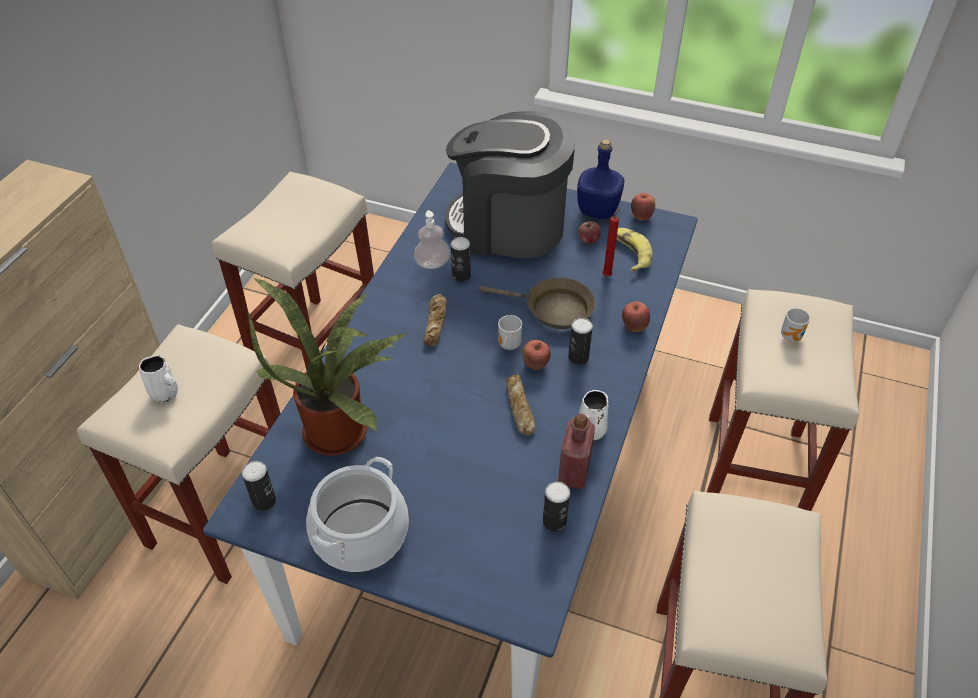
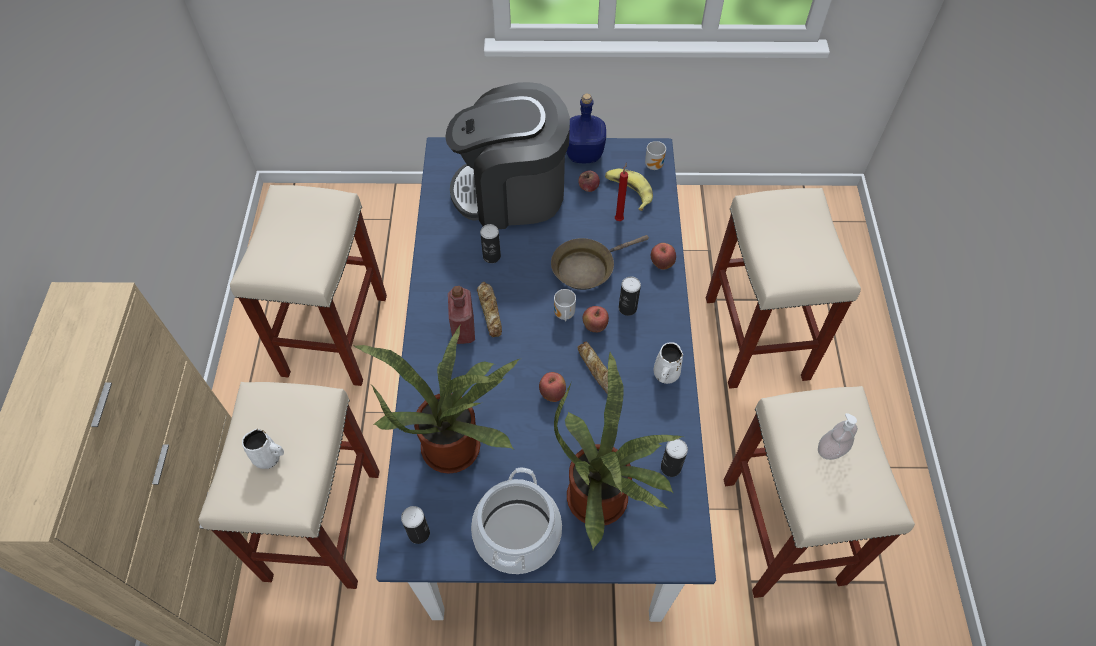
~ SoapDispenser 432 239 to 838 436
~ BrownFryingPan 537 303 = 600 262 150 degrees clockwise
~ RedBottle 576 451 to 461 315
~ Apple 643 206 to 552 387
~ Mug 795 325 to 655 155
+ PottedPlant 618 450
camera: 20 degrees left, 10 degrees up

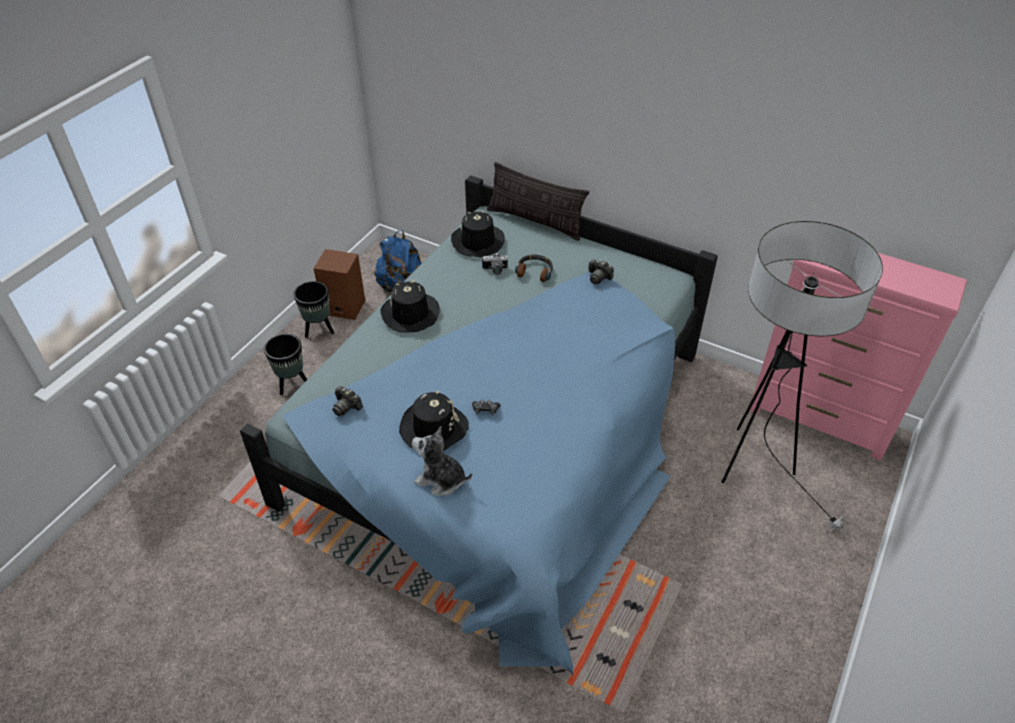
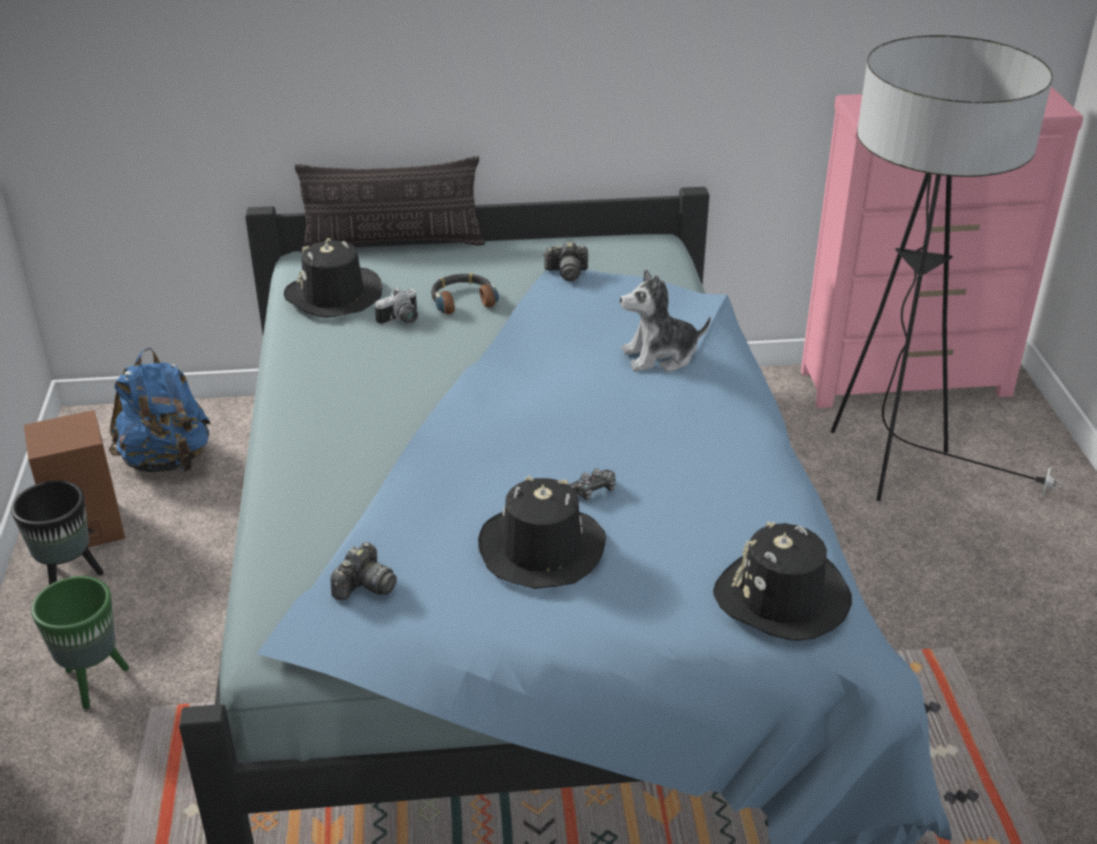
~ BlackPlanter 285 364 to GreenPlanter 80 642
~ PhotoCamera 347 401 = 363 571 60 degrees counterclockwise
~ BlackHat 410 306 to 782 581
~ PlushToy 442 461 to 665 320
camera: 35 degrees left, 10 degrees down

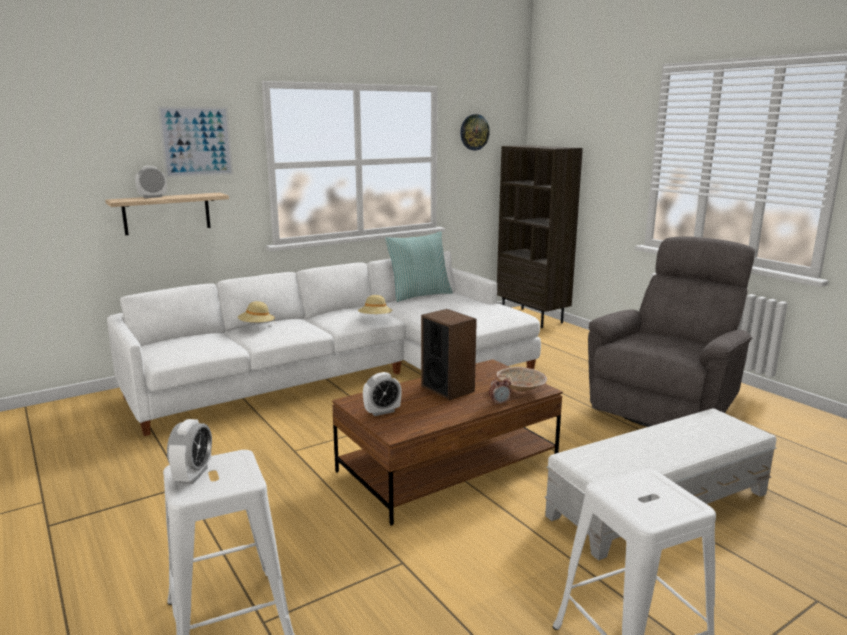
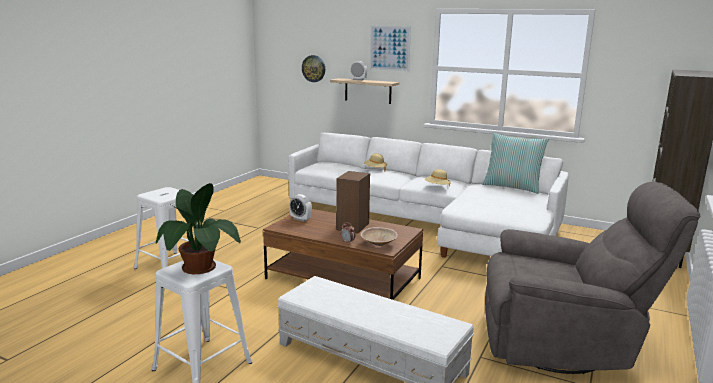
- AlarmClock 189 451
~ WallClock 475 132 to 313 68
+ PottedPlant 198 228
camera: 60 degrees right, 0 degrees up

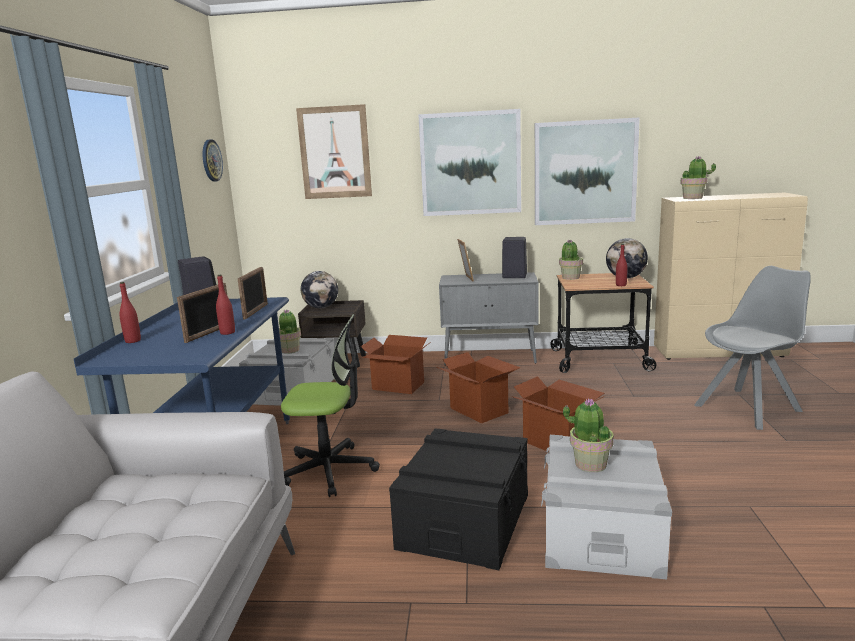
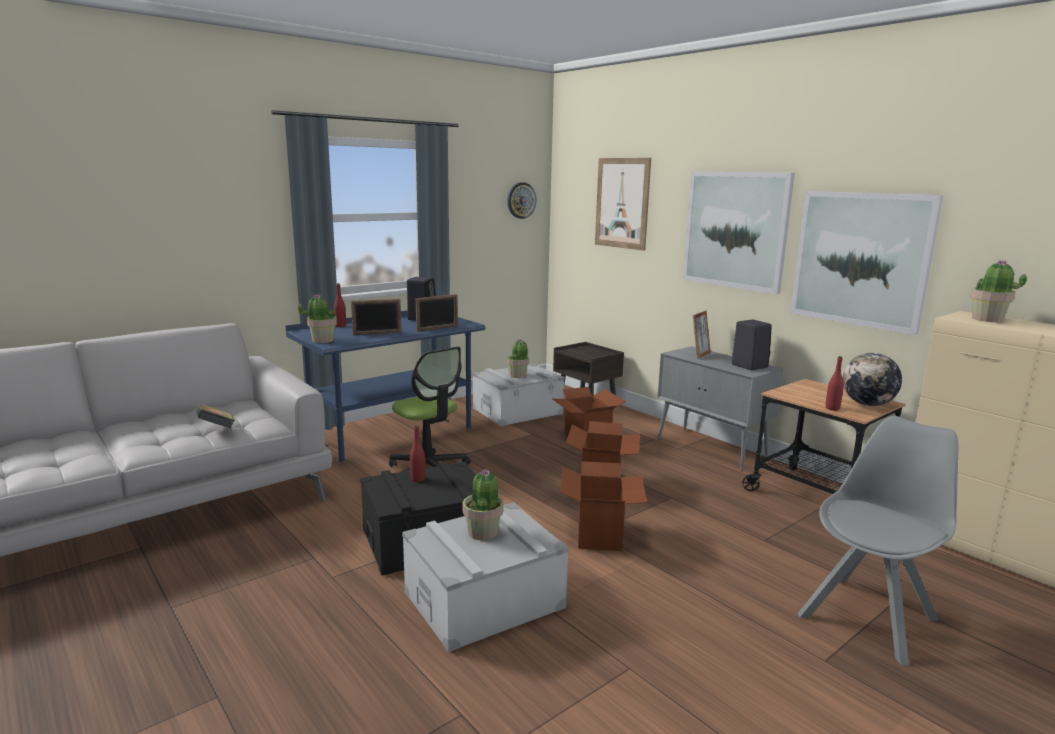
~ RedBottle 225 305 to 417 453
- Globe 319 289
~ PottedPlant 571 259 to 317 318
~ GreyChair 753 348 = 878 540 60 degrees counterclockwise
+ Book 215 416
camera: 45 degrees right, 0 degrees up

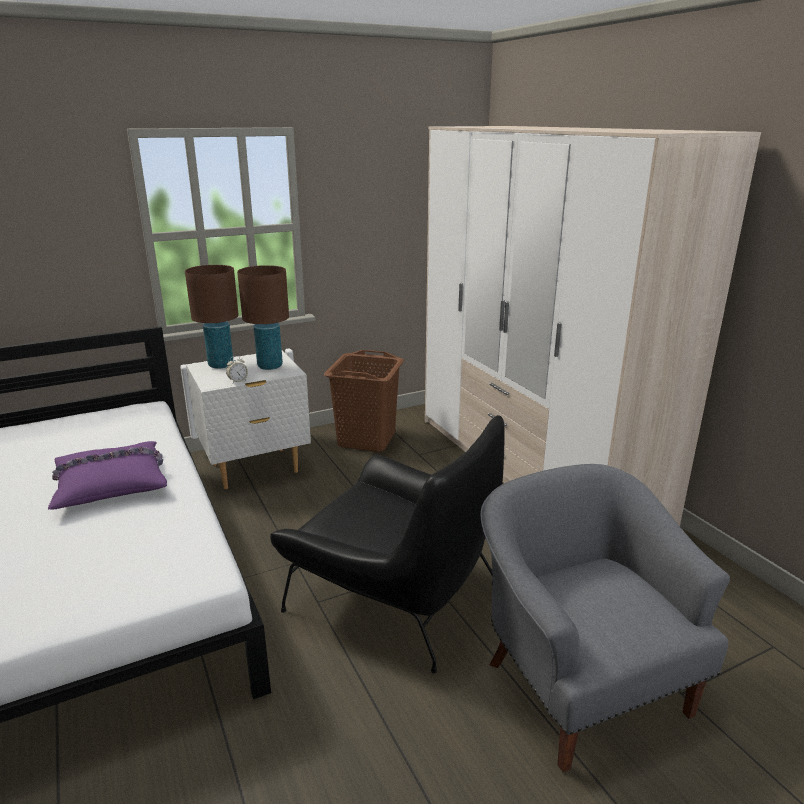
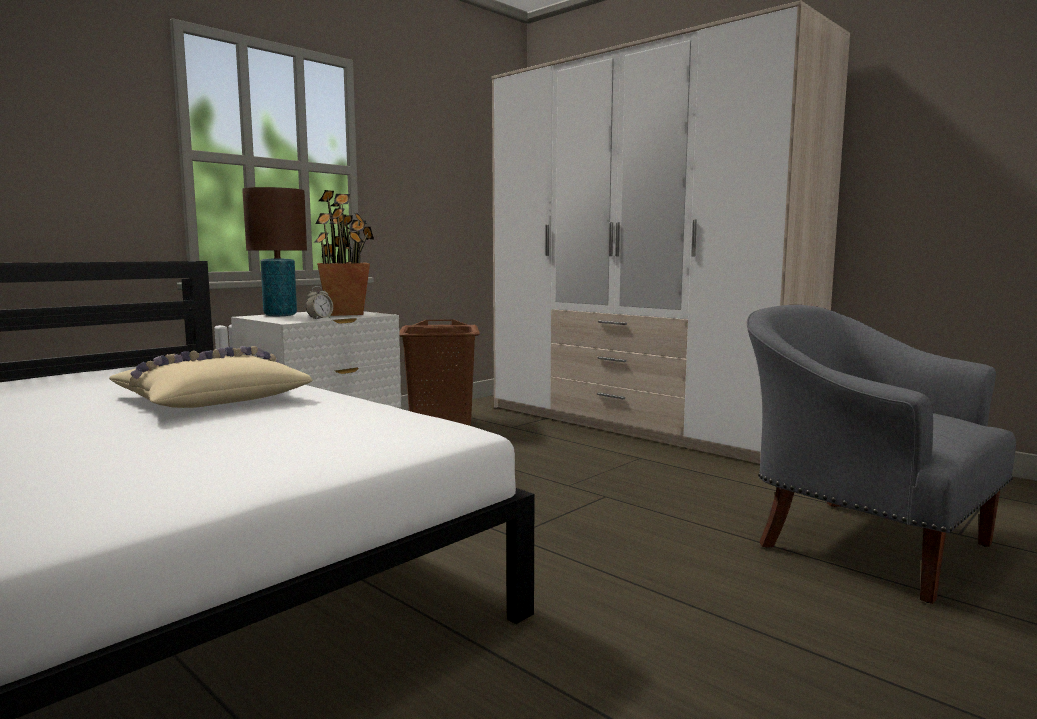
~ PurplePillow 107 475 to BeigePillow 211 377
~ BrownTableLamp 263 317 to PottedPlant 344 253
- BlackArmchair 387 544
camera: 20 degrees left, 15 degrees down

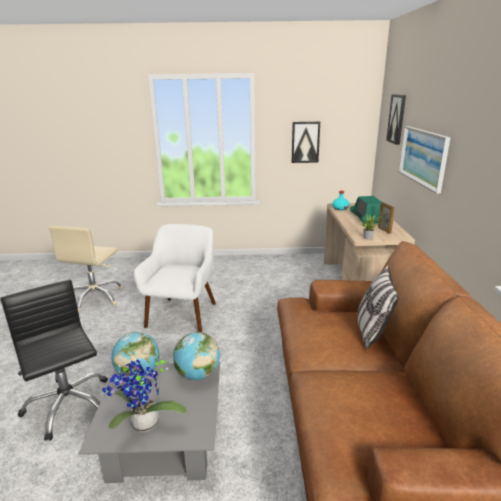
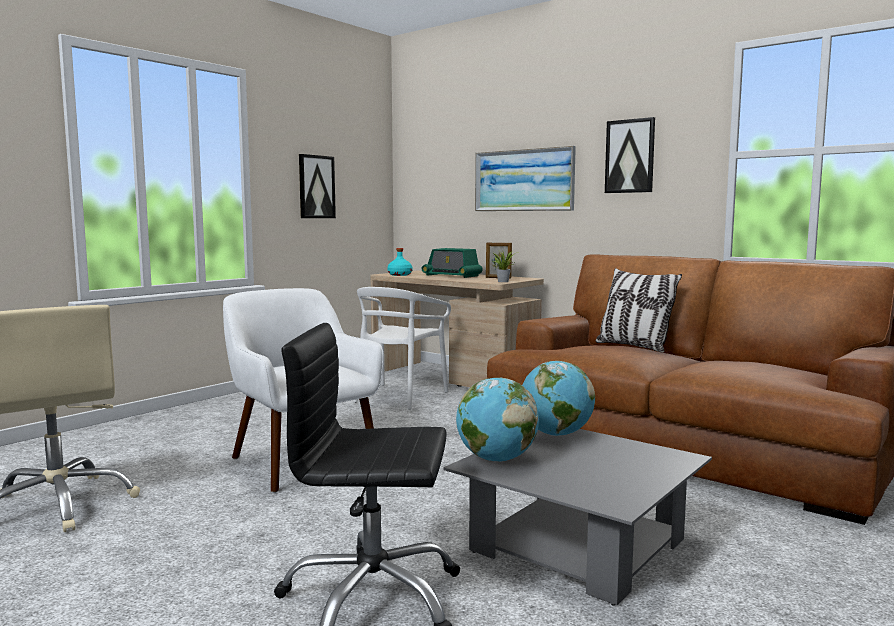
- PottedPlant 144 395
~ Picture 396 119 to 630 155
+ WhiteChair 402 348
camera: 50 degrees left, 15 degrees down

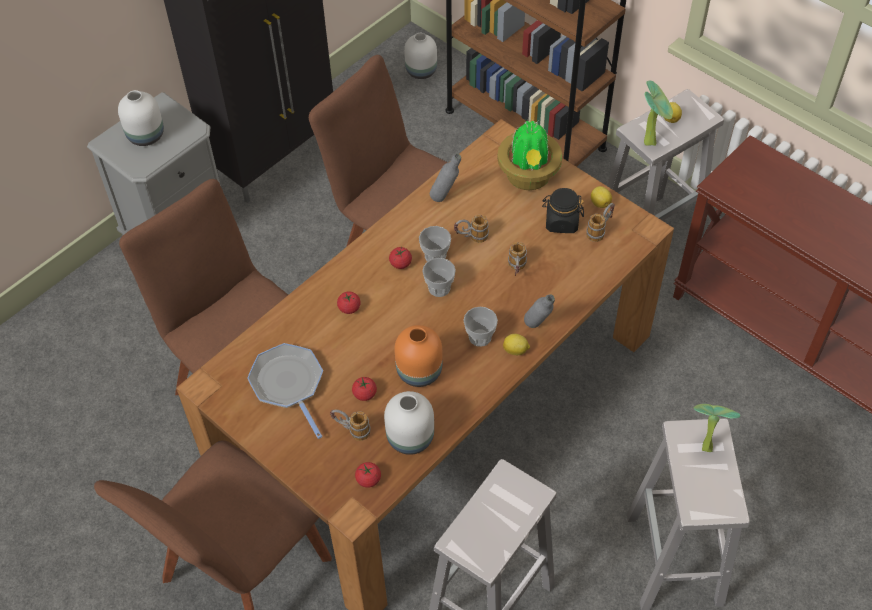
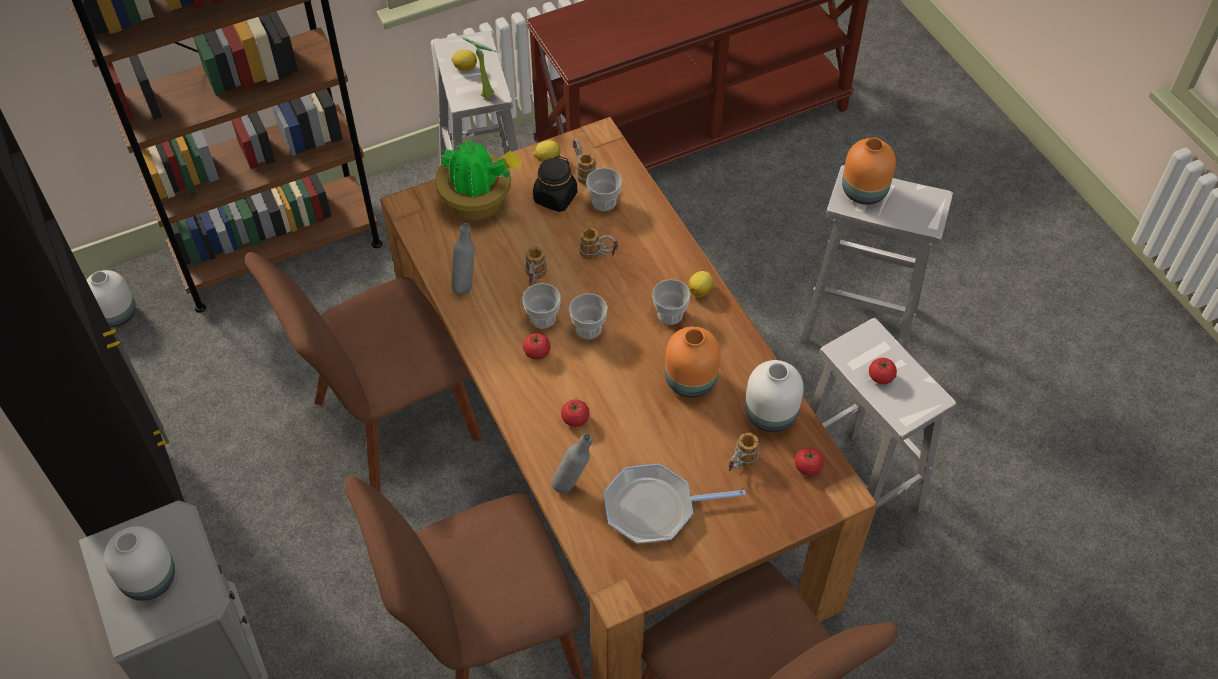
~ Tomato 364 389 to 883 371
~ GreyBottle 539 311 to 572 464
~ PottedPlant 717 428 to OrangeVase 869 171
+ Cup 604 189
camera: 70 degrees left, 0 degrees up

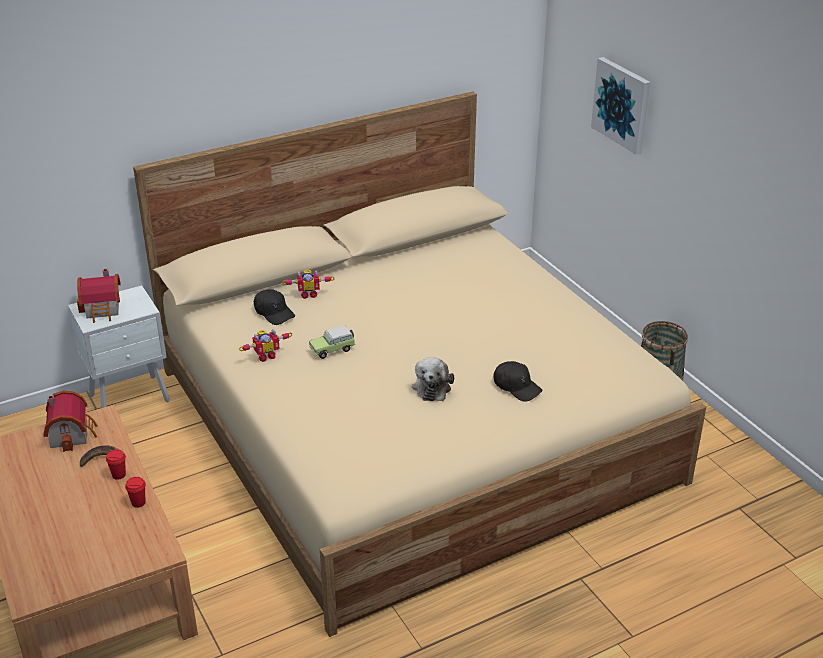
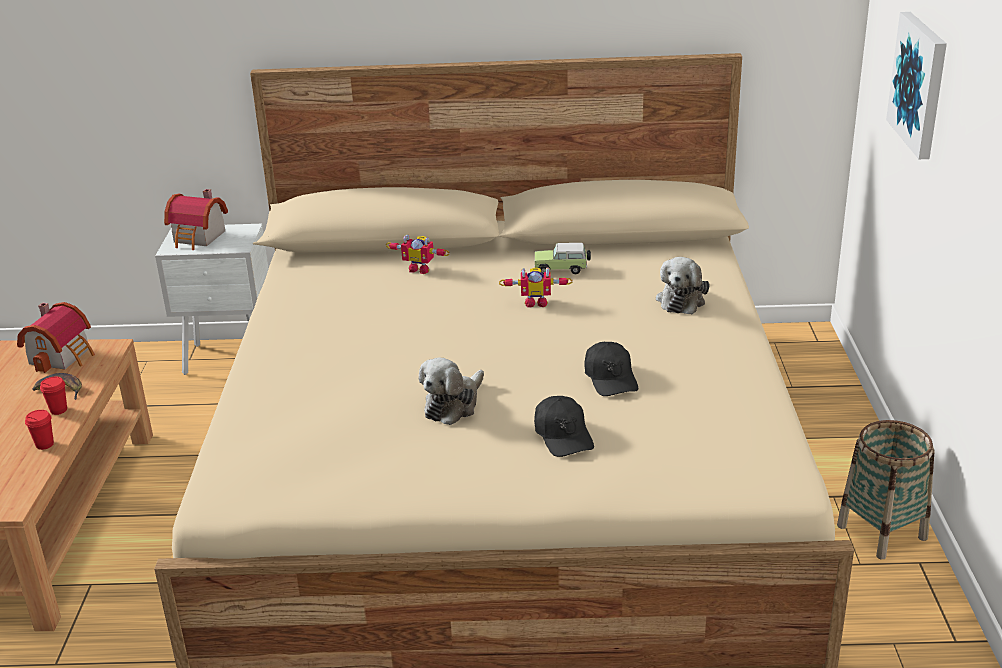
~ ToyRobot 265 345 to 536 287
~ BlackCap 274 307 to 611 369
~ ToyCar 332 342 to 563 258
+ PlushToy 683 285
camera: 30 degrees right, 5 degrees down

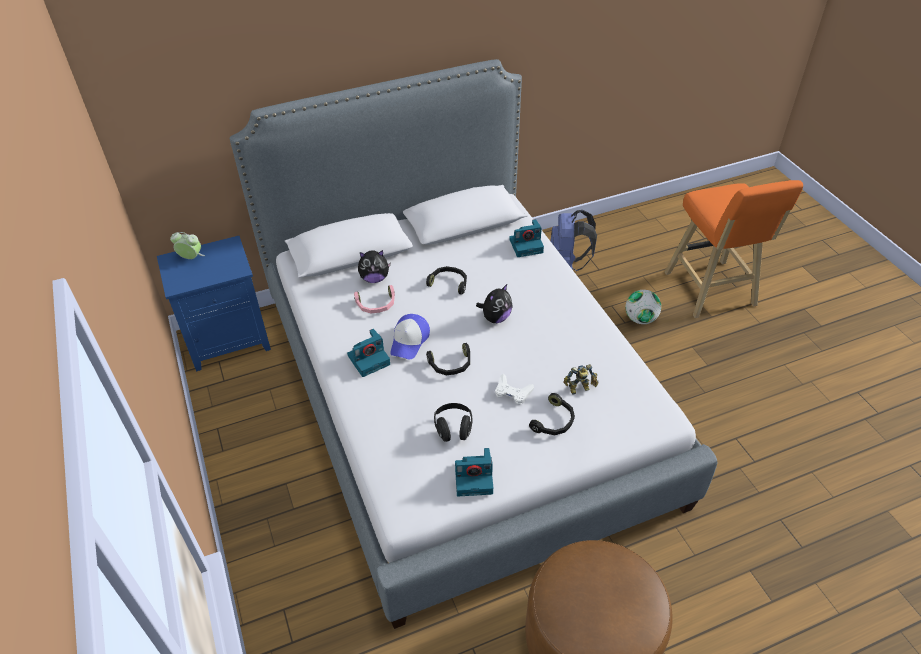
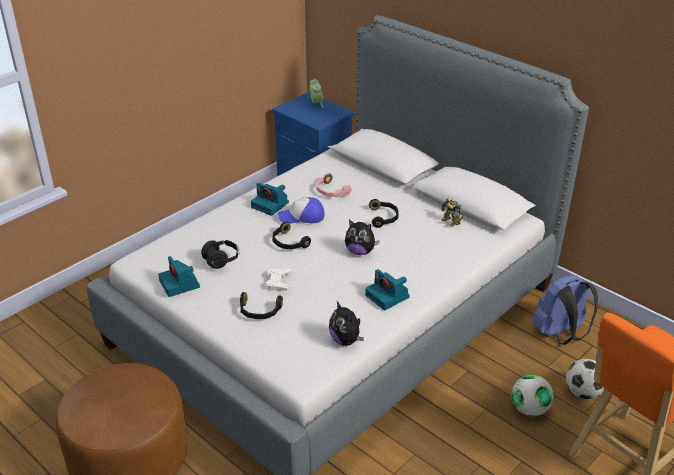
~ PlushToy 374 266 to 346 323
~ PhotoCamera 526 238 to 387 289
~ ToyRobot 581 379 to 452 211
+ Football 585 379
camera: 65 degrees right, 10 degrees down

